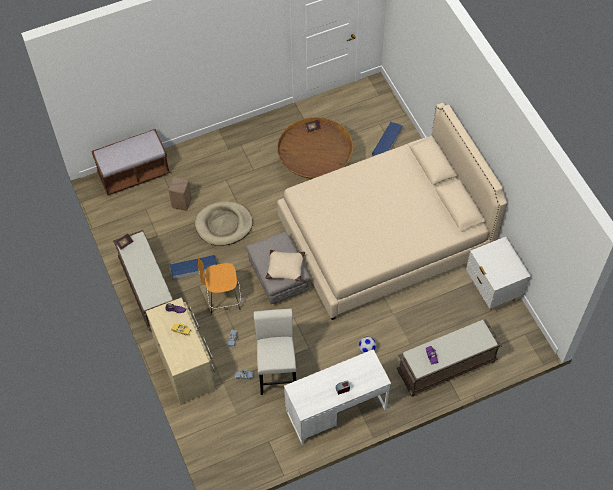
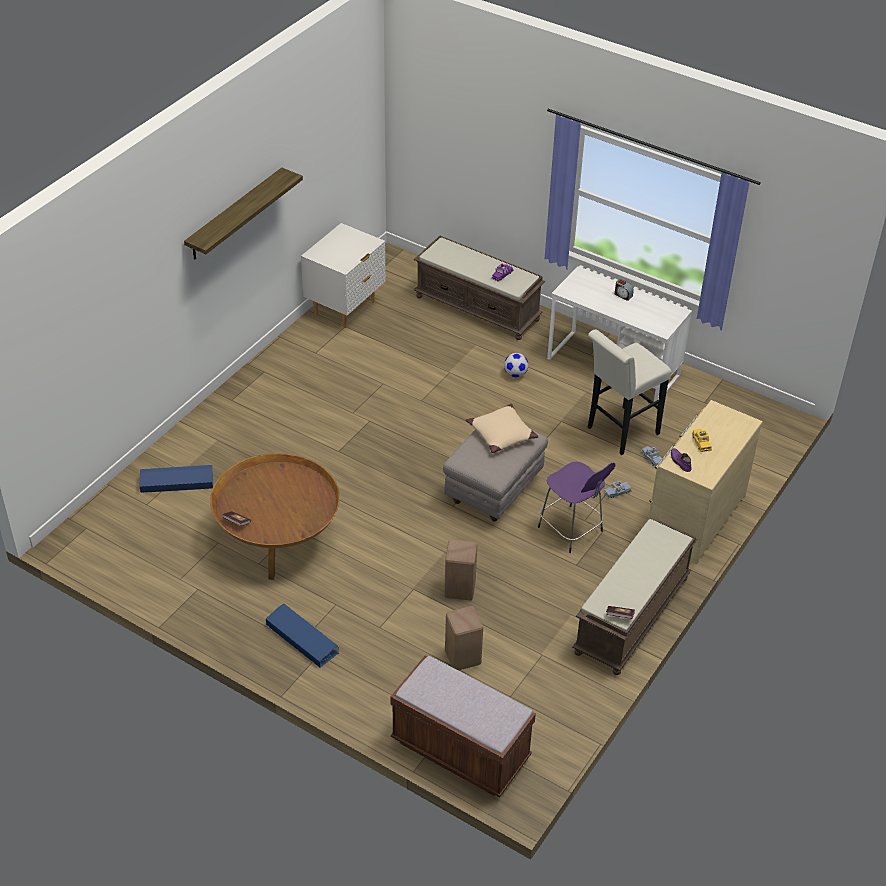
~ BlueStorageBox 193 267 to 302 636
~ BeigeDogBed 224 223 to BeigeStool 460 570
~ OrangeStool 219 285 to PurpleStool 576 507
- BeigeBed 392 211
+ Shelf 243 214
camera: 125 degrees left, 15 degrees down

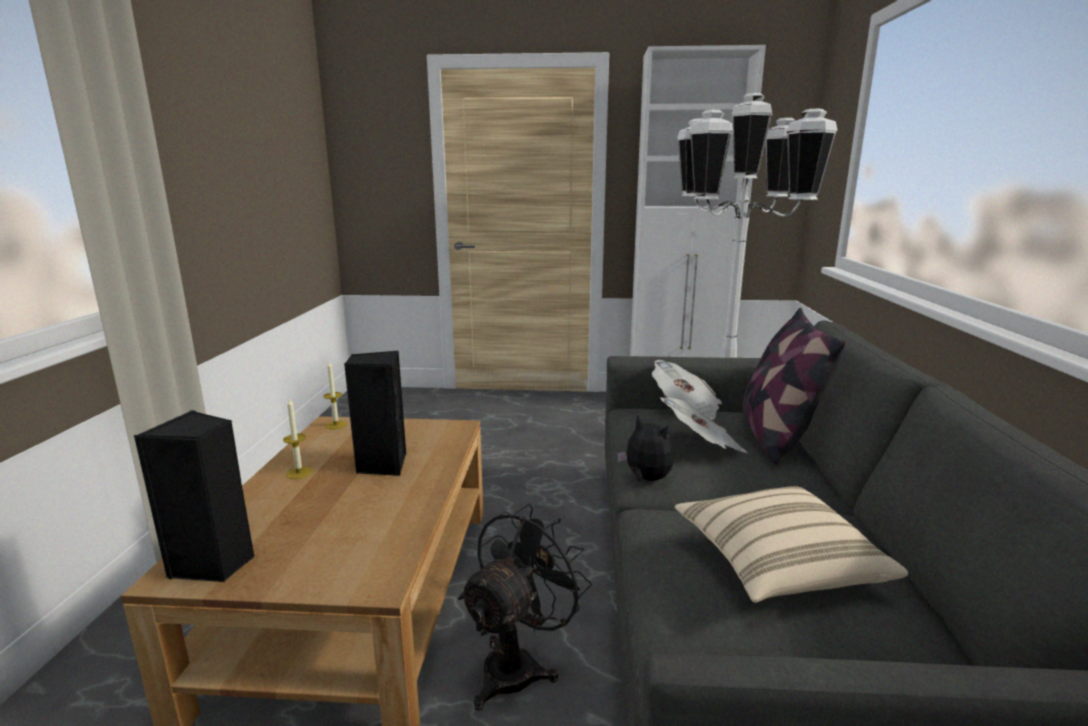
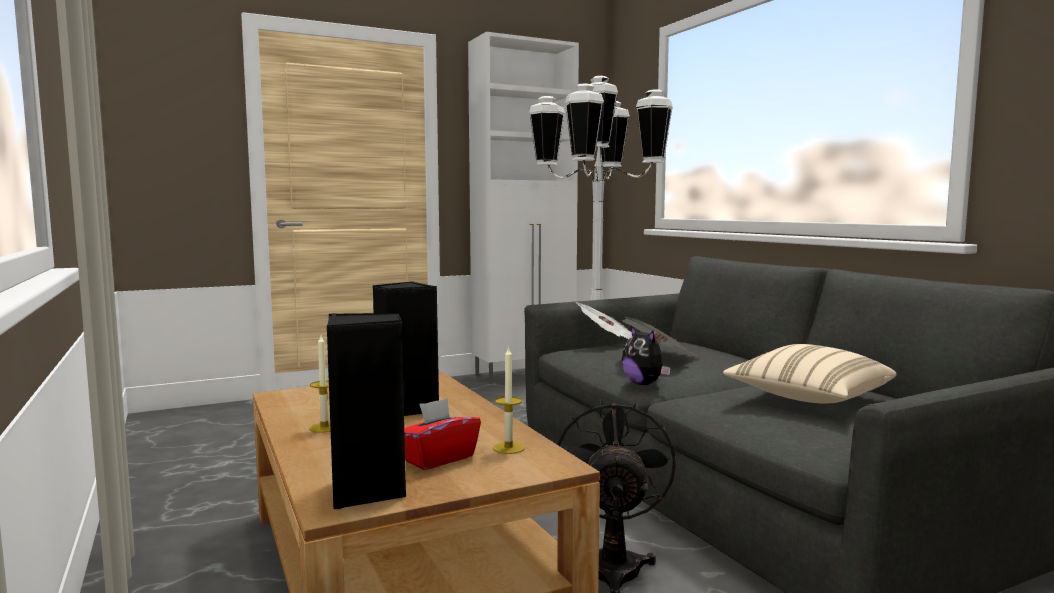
~ Candle 335 395 to 509 400
~ PlushToy 645 448 = 646 355 135 degrees counterclockwise
- Pillow 794 386
+ RedTissueBox 442 434
camera: 30 degrees left, 10 degrees down

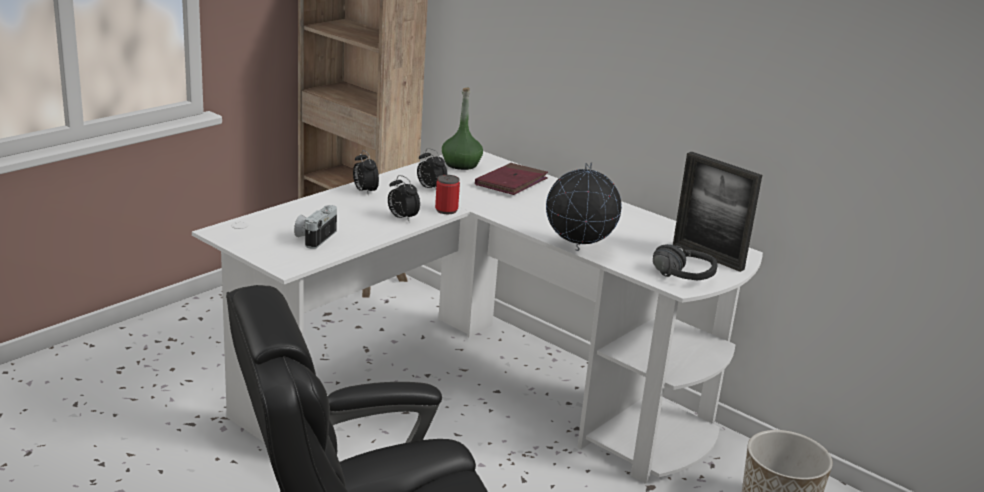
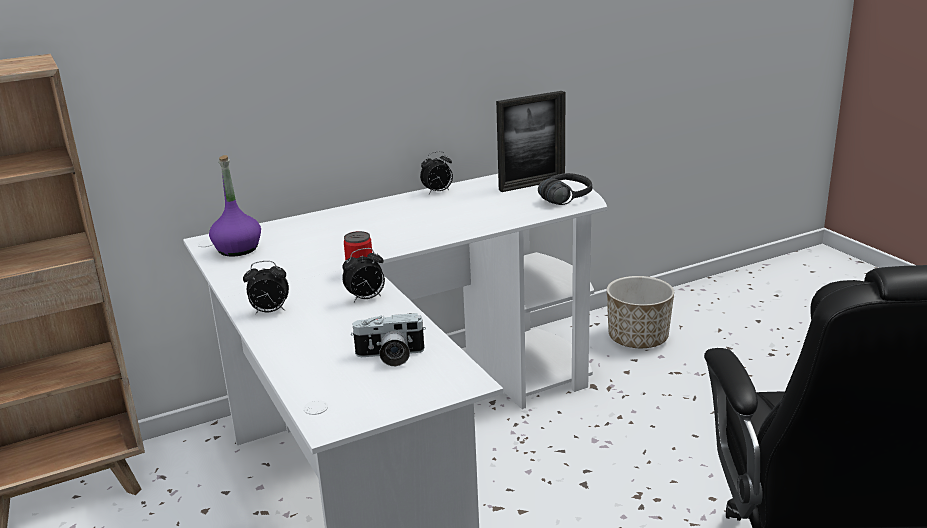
~ PhotoCamera 315 227 = 388 339 45 degrees counterclockwise
~ AlarmClock 432 168 to 436 172
~ GreenBottle 462 129 to PurpleBottle 235 205
- RedBook 511 179
- Globe 584 206
camera: 65 degrees left, 0 degrees up

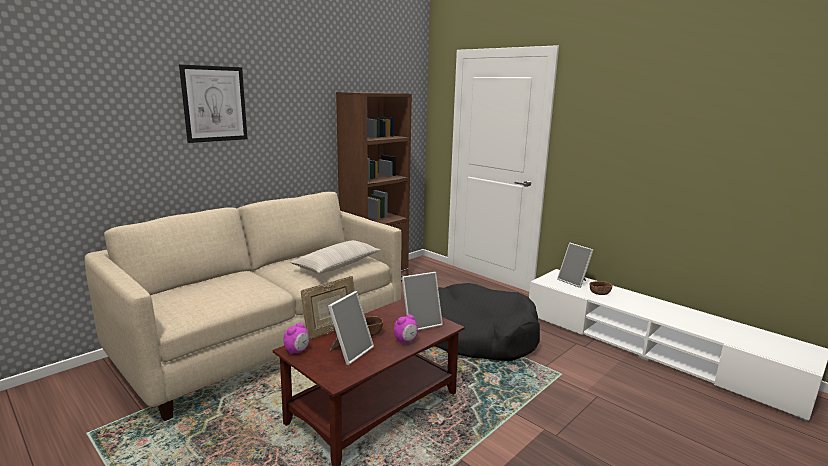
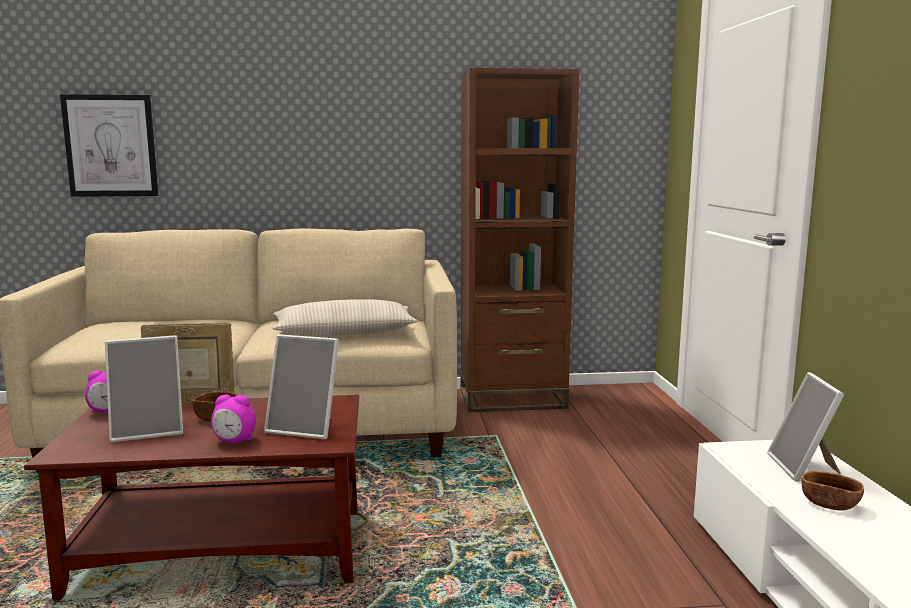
~ Picture 213 103 to 109 145
- BlackDogBed 487 322
camera: 40 degrees right, 5 degrees down

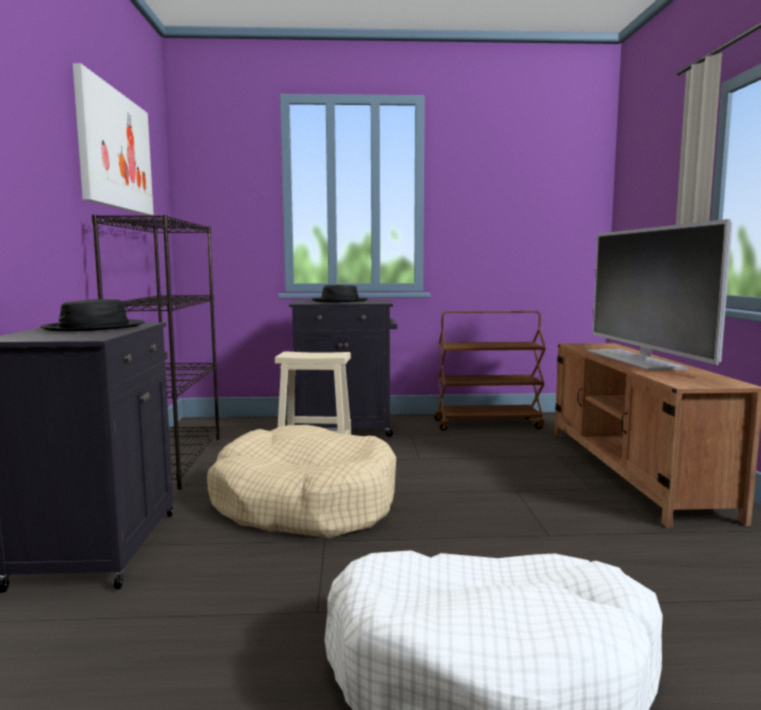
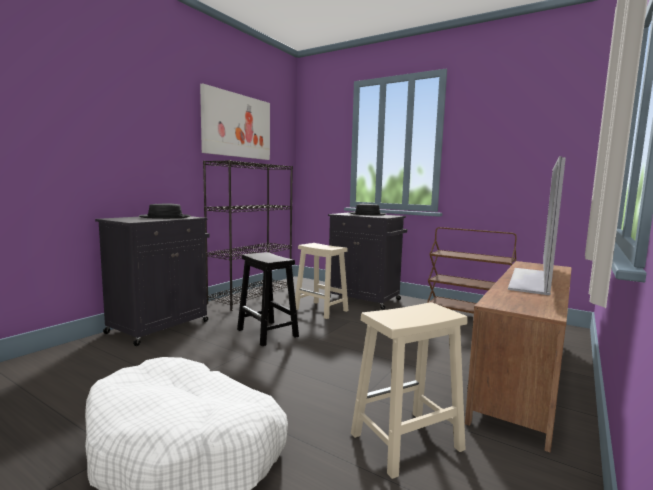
~ BeigeDogBed 301 481 to BlackStool 268 299
+ BeigeStool 409 390
camera: 35 degrees right, 0 degrees up

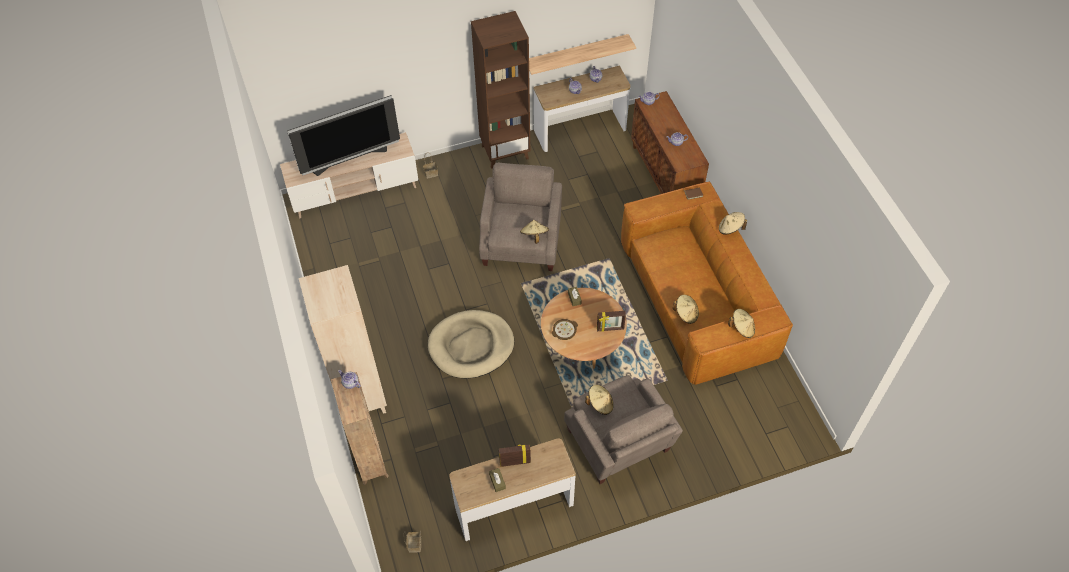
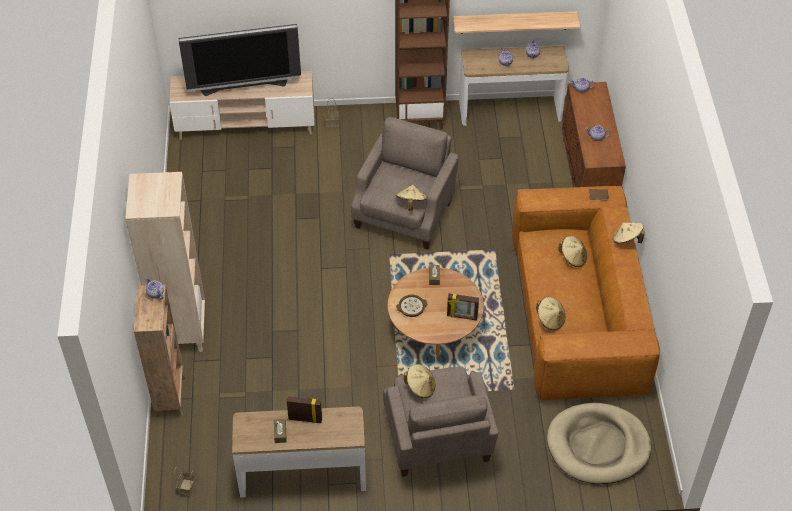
~ BeigeDogBed 471 344 to 599 443
~ BeigeHat 741 323 to 572 251
camera: 15 degrees right, 5 degrees down

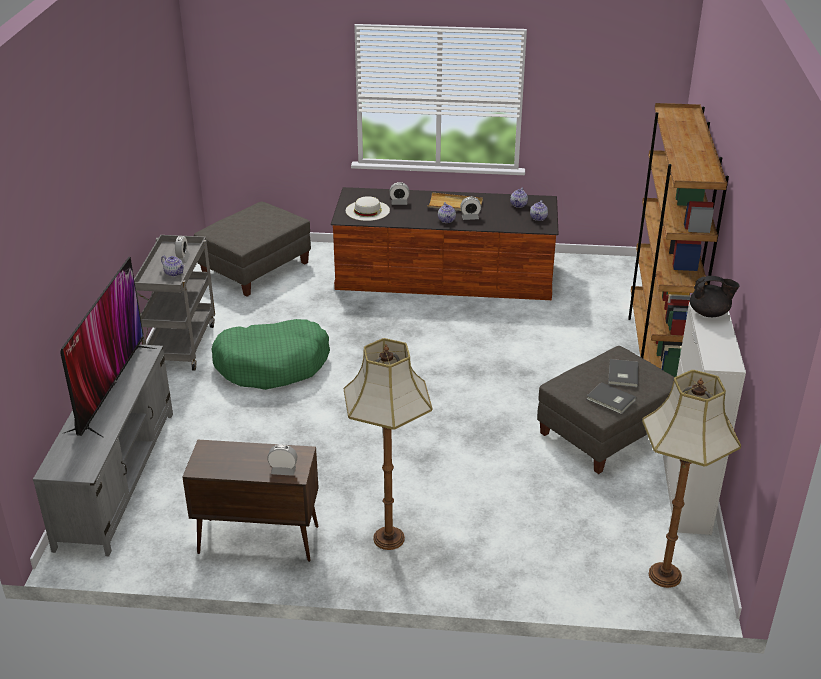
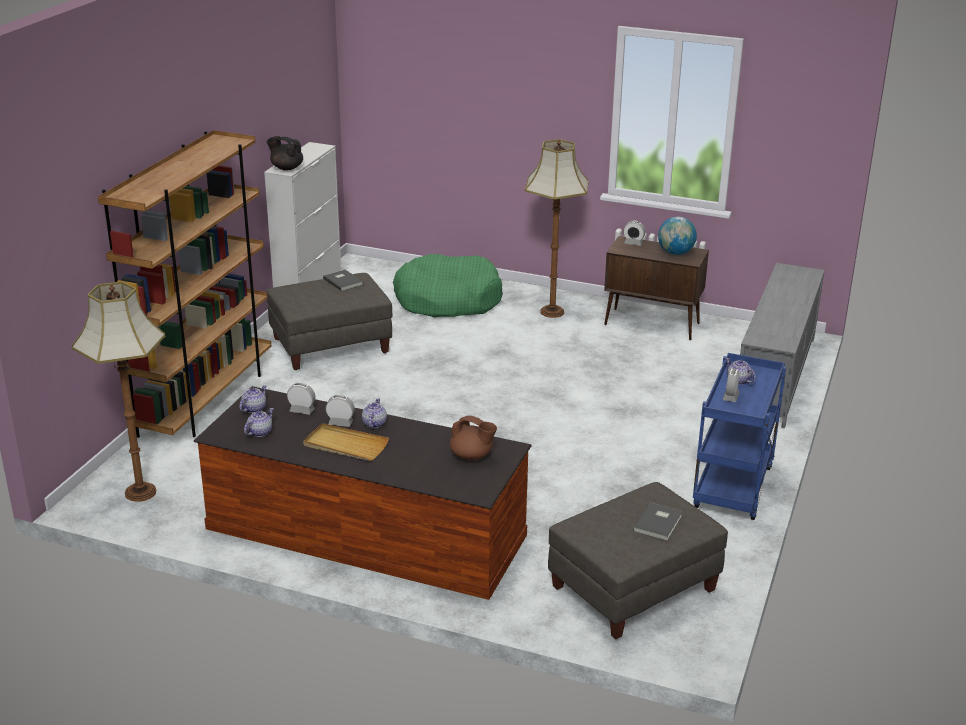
- Television 108 347
~ GreyCart 174 303 to BlueCart 739 436
~ GreenDogBed 271 354 to 448 285
~ WhiteHat 368 208 to BrownTeapot 473 438
~ AlarmClock 399 193 to 301 398
~ GreyBook 623 373 to 658 522
~ FloorLamp 691 479 to 118 392
+ Globe 677 236
camera: 165 degrees left, 5 degrees down

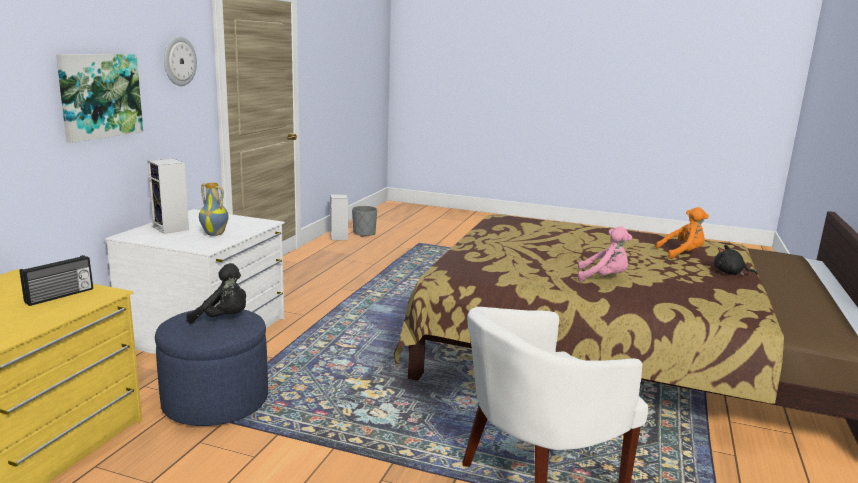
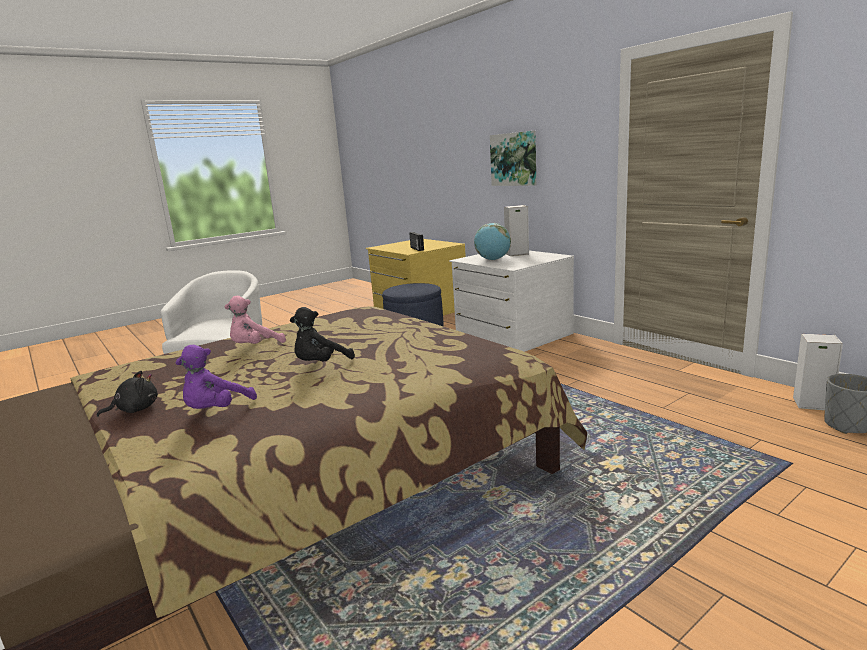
- WallClock 180 61
~ BlackPlushToy 216 293 to 322 334
~ Vase 214 209 to Globe 492 241
~ OrangePlushToy 682 233 to PurplePlushToy 216 377
camera: 125 degrees right, 0 degrees up

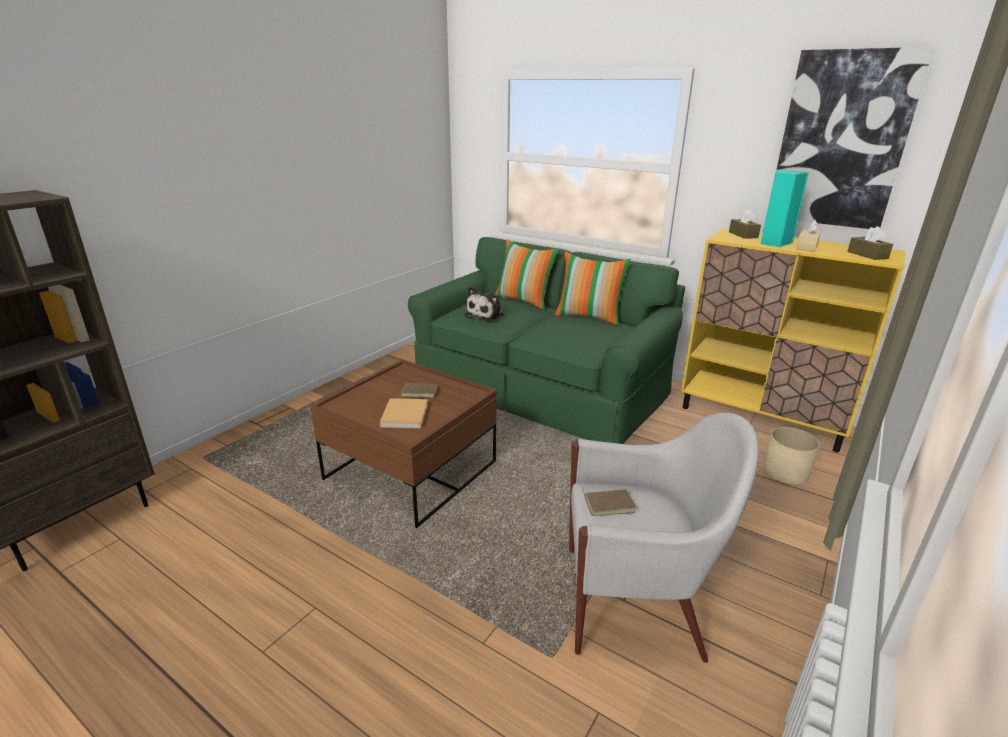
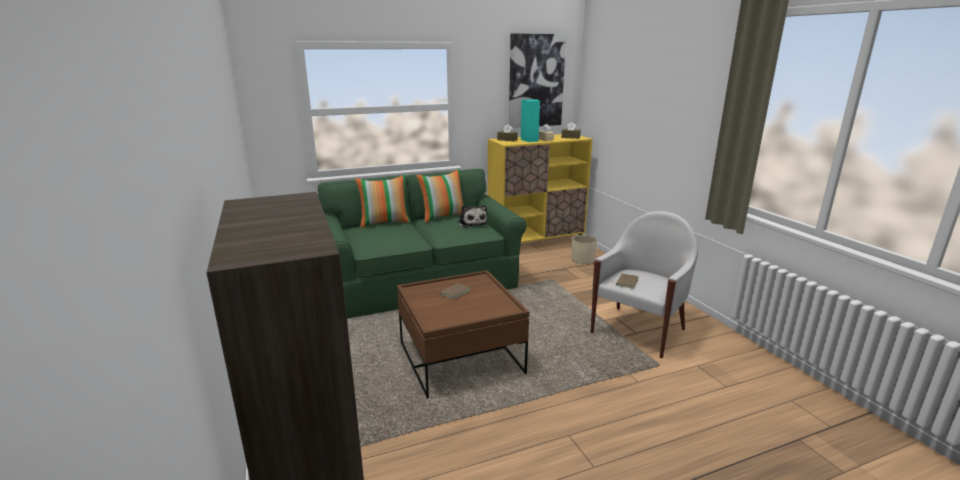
- BeigeBook 403 413
~ PlushToy 485 304 to 472 216
camera: 55 degrees left, 5 degrees down

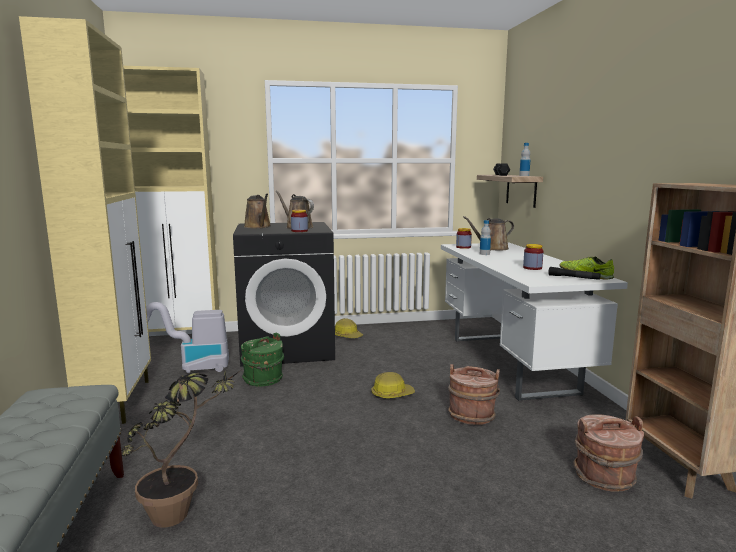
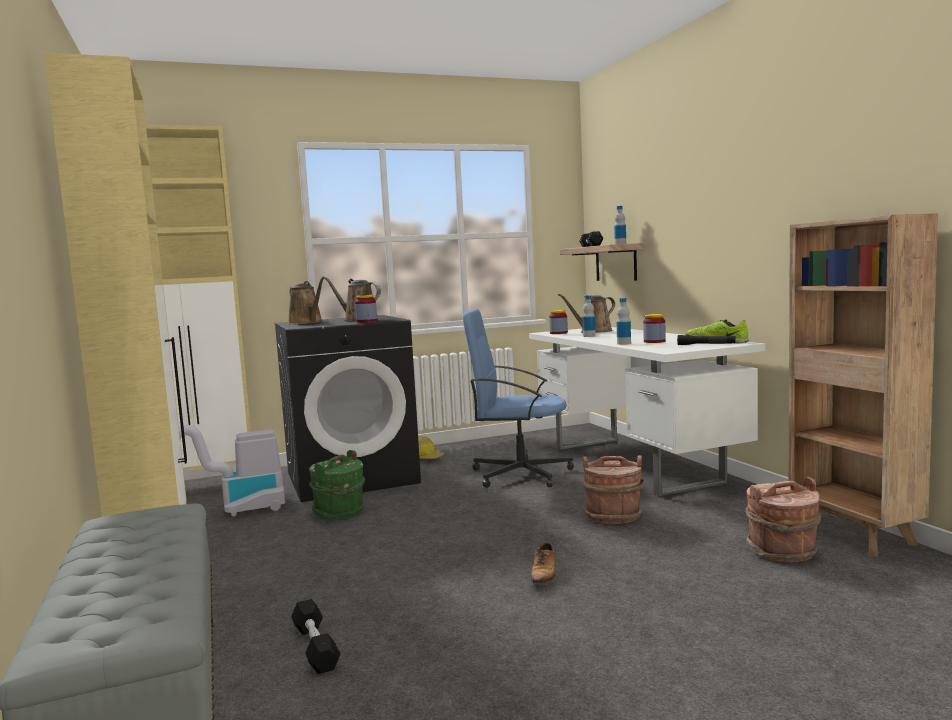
~ PottedPlant 181 449 to BlackDumbbell 316 636
- HardHat 393 385
+ BlueOfficeChair 518 398
+ Shoe 543 563
+ Bottle 623 321
camera: 10 degrees left, 5 degrees down

